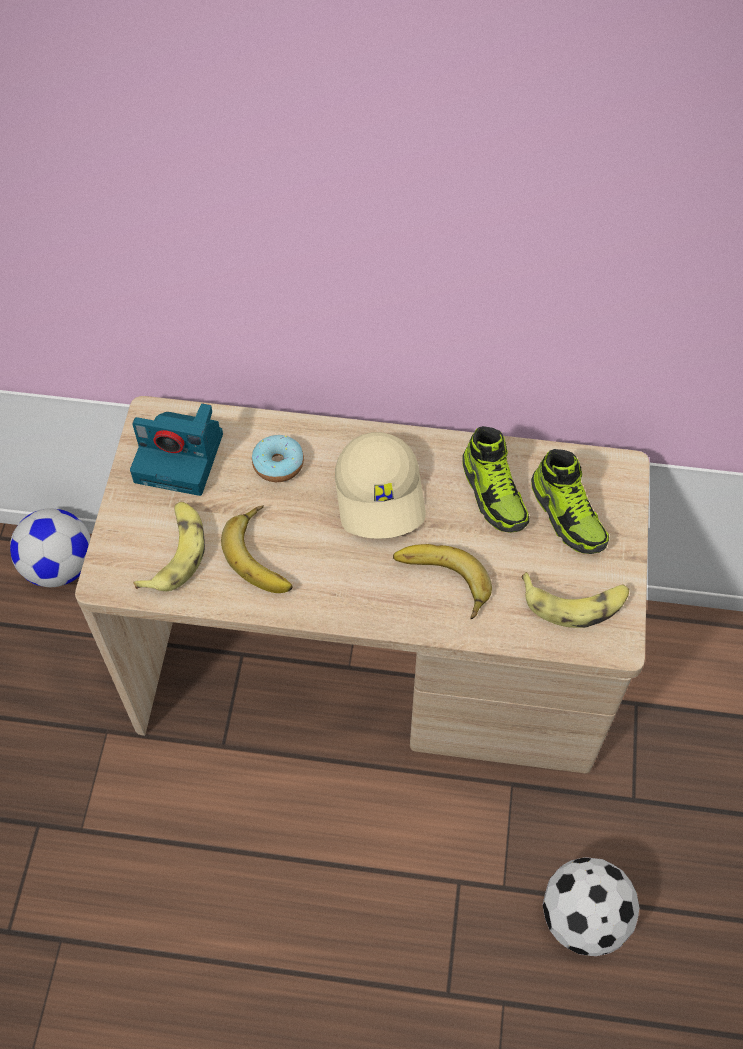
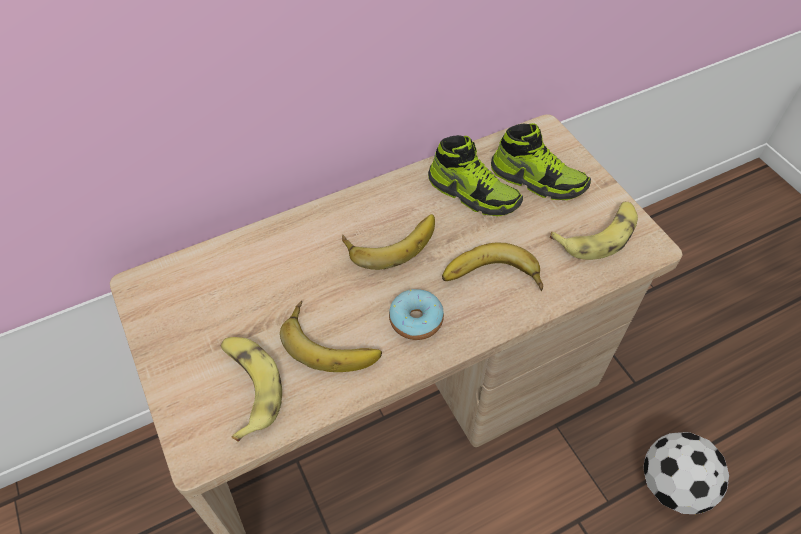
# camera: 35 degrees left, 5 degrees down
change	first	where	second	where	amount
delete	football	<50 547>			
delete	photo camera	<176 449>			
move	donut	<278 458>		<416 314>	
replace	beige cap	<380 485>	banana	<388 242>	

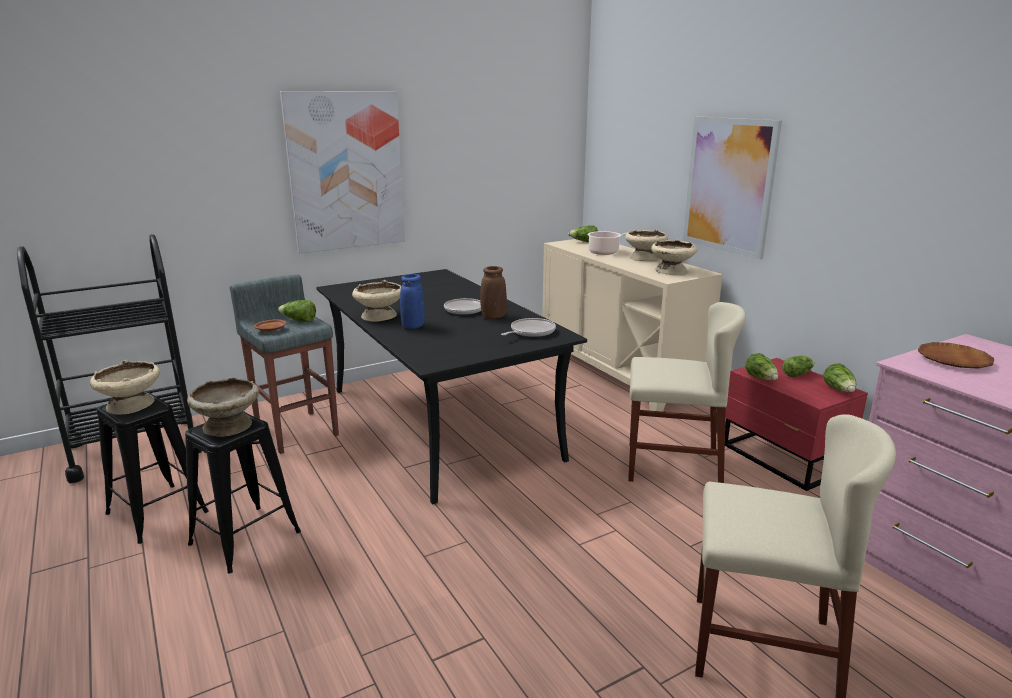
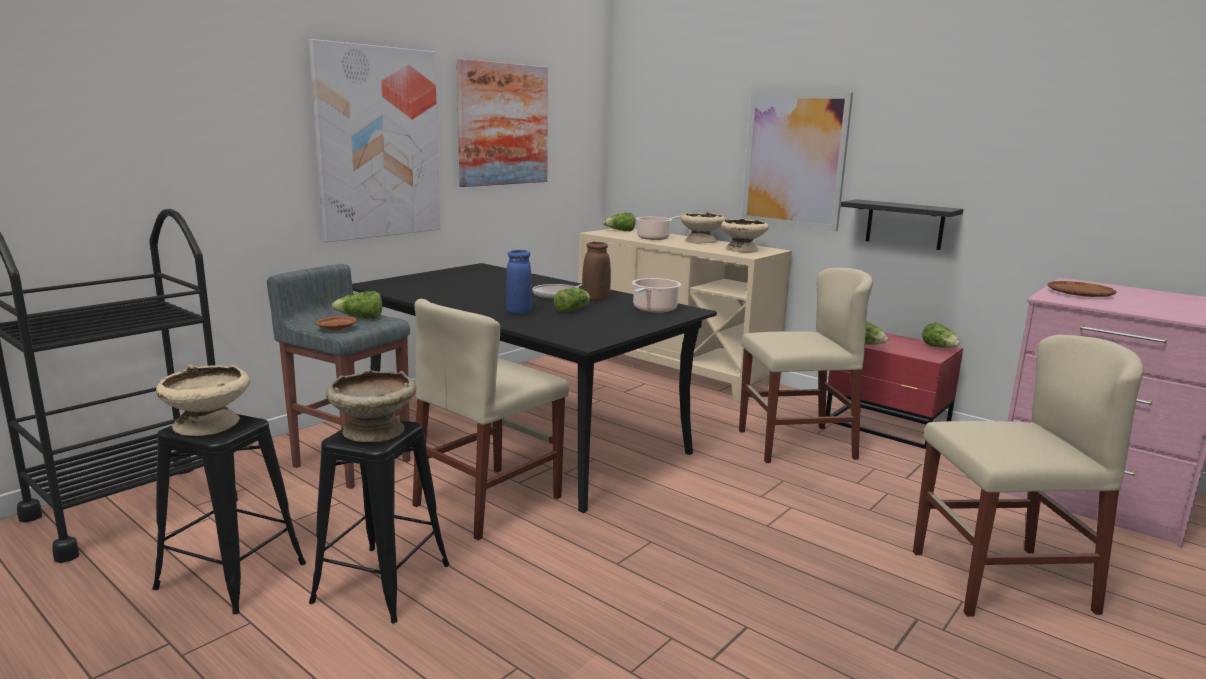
# camera: 20 degrees left, 5 degrees down
change	first	where	second	where	amount
delete	beige bowl	<376 301>			
replace	frying pan	<528 327>	cooking pot	<656 295>	
move	lettuce	<798 366>		<572 300>	
insert			beige chair	<491 419>	
insert			picture	<502 123>	
insert			black shelf	<902 224>	

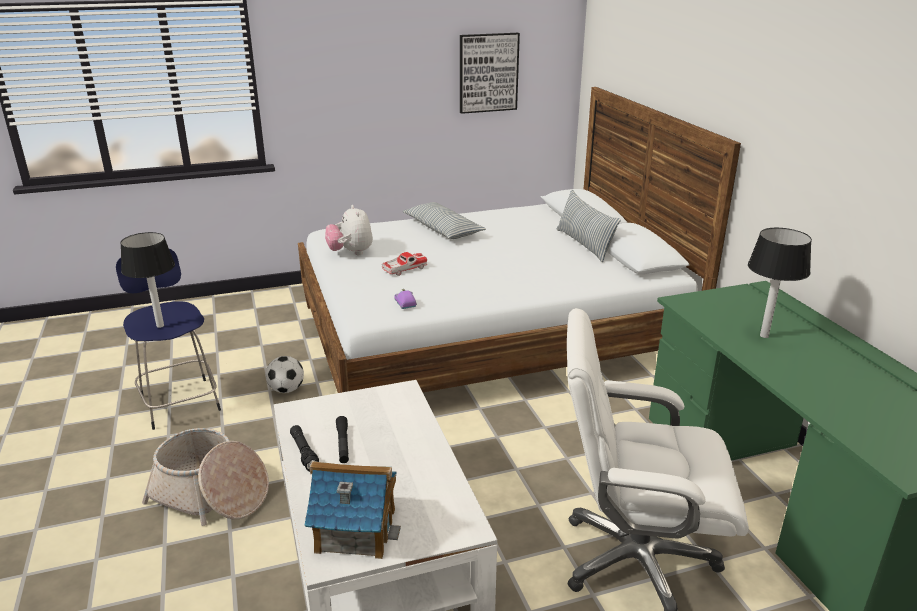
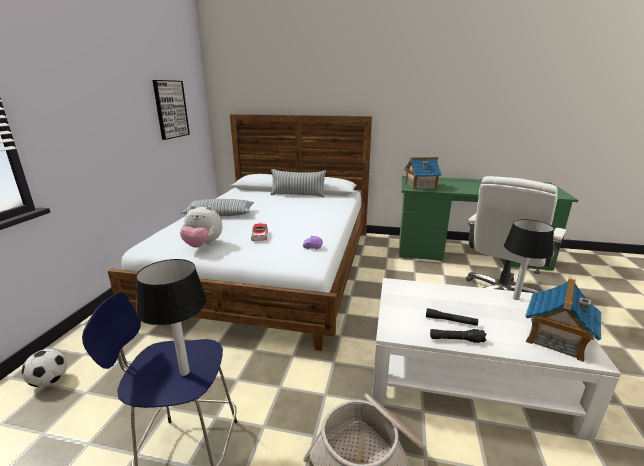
# camera: 60 degrees left, 5 degrees down
change	first	where	second	where	amount
move	football	<285 374>		<44 368>	
move	table lamp	<780 283>		<529 259>	
insert			toy house	<422 173>	

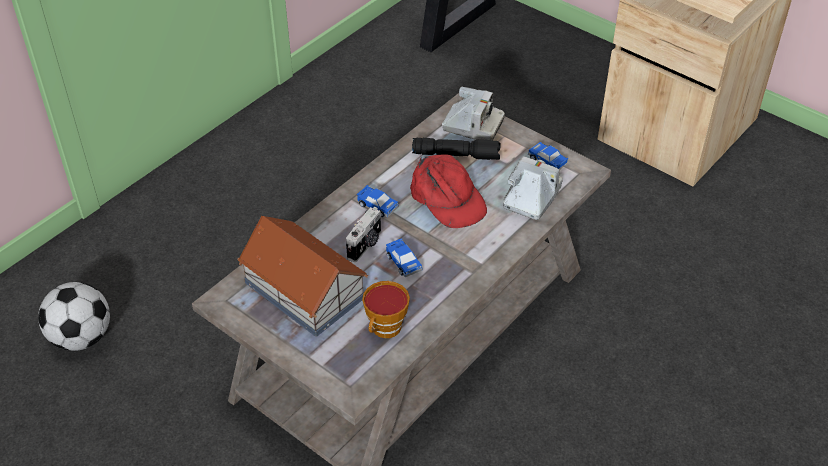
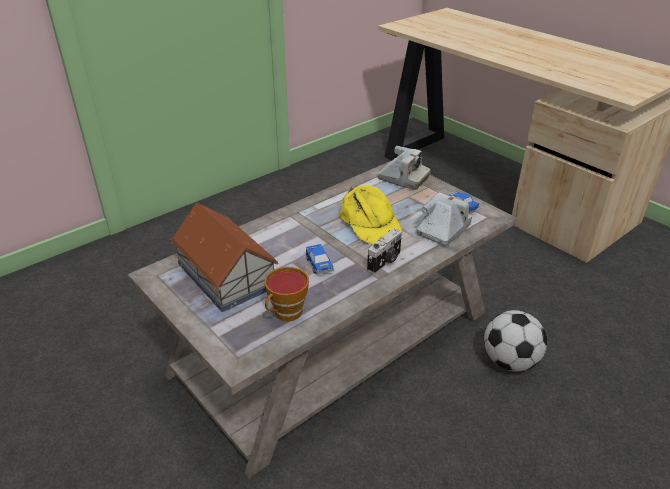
# camera: 10 degrees right, 10 degrees down
change	first	where	second	where	amount
move	football	<74 316>		<515 341>	
move	photo camera	<363 234>		<384 251>	
delete	toy car	<378 201>			
recolor	red cap	<448 191>	yellow cap	<371 215>	
delete	black flashlight	<456 149>			

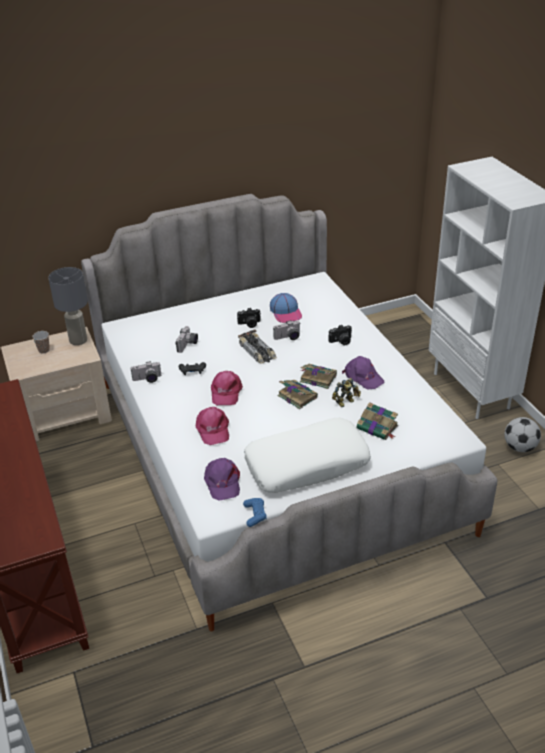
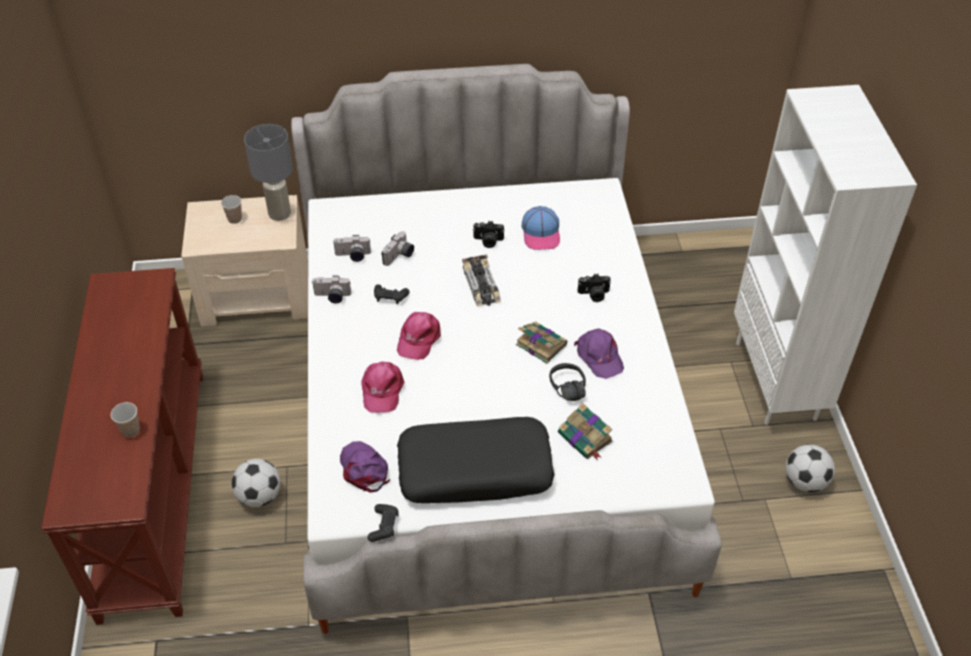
# camera: 15 degrees right, 10 degrees up
change	first	where	second	where	amount
rotate	purple cap	<222 479>		<365 467>	150 degrees clockwise
recolor	blue game controller	<255 512>	black game controller	<383 523>	
recolor	white pillow	<307 455>	black pillow	<475 460>	
move	photo camera	<287 330>		<352 248>	
delete	book	<298 394>			
replace	toy robot	<346 392>	black headphones	<567 382>	
insert			cup	<125 420>	
insert			football	<256 483>	

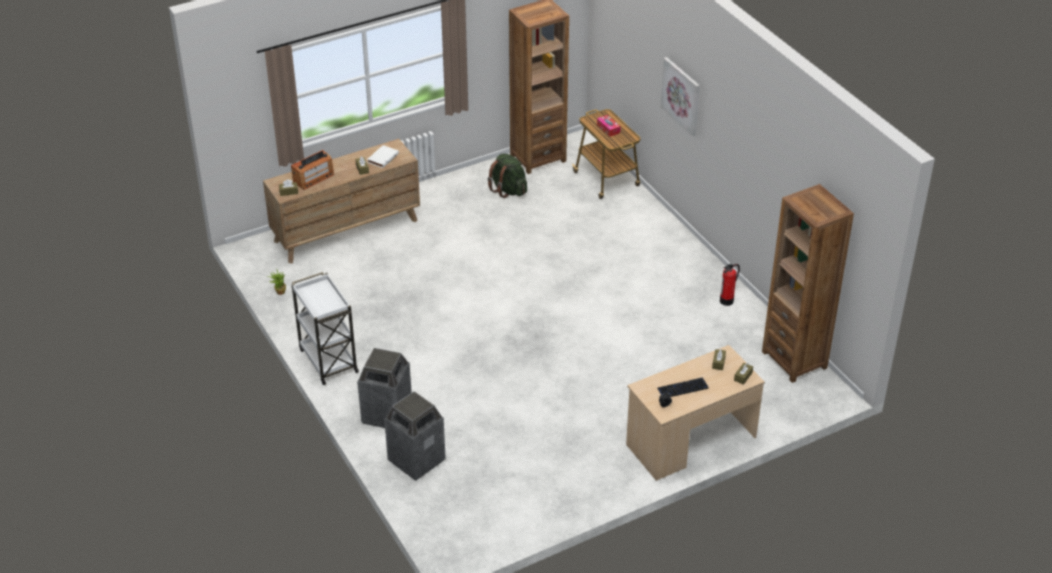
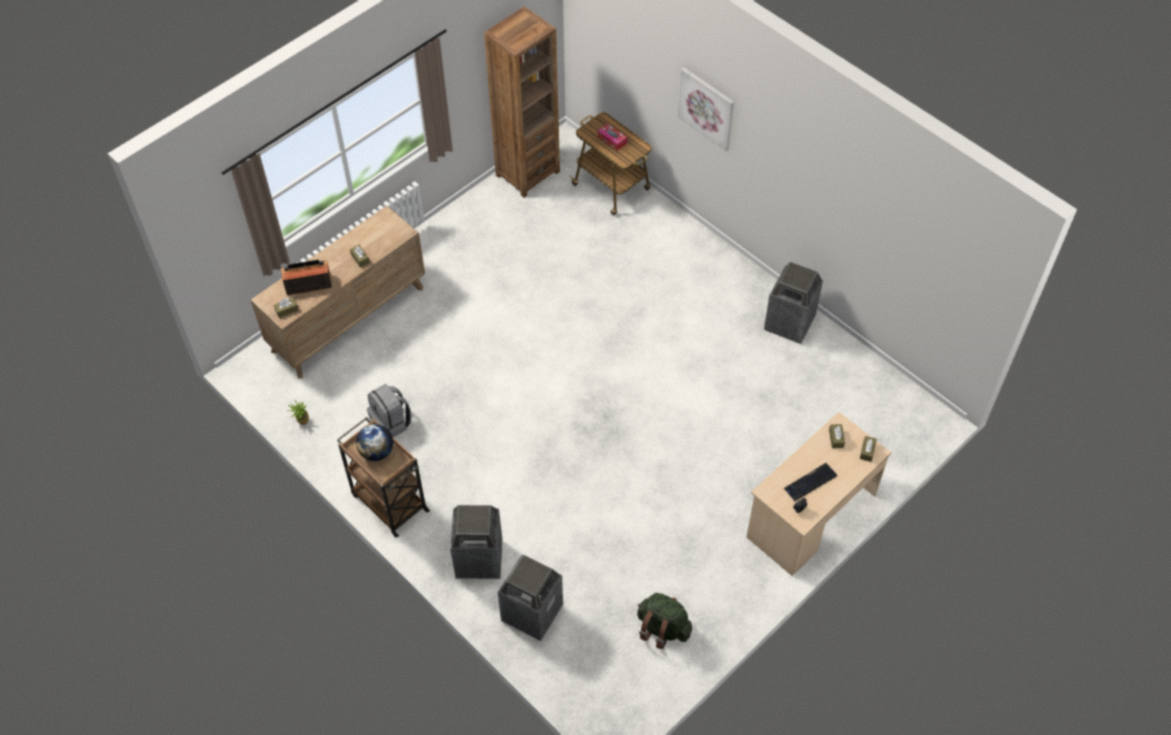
# camera: 15 degrees left, 15 degrees up
change	first	where	second	where	amount
rotate	radio	<312 170>		<306 277>	135 degrees counterclockwise
recolor	white cart	<325 328>	brown cart	<383 477>	
delete	white book	<383 156>			
move	green backpack	<507 175>		<664 621>	
replace	fire extinguisher	<730 285>	trash can	<793 303>	
delete	brown bookcase	<808 283>			
insert			globe	<374 442>	
insert			grey backpack	<389 410>	

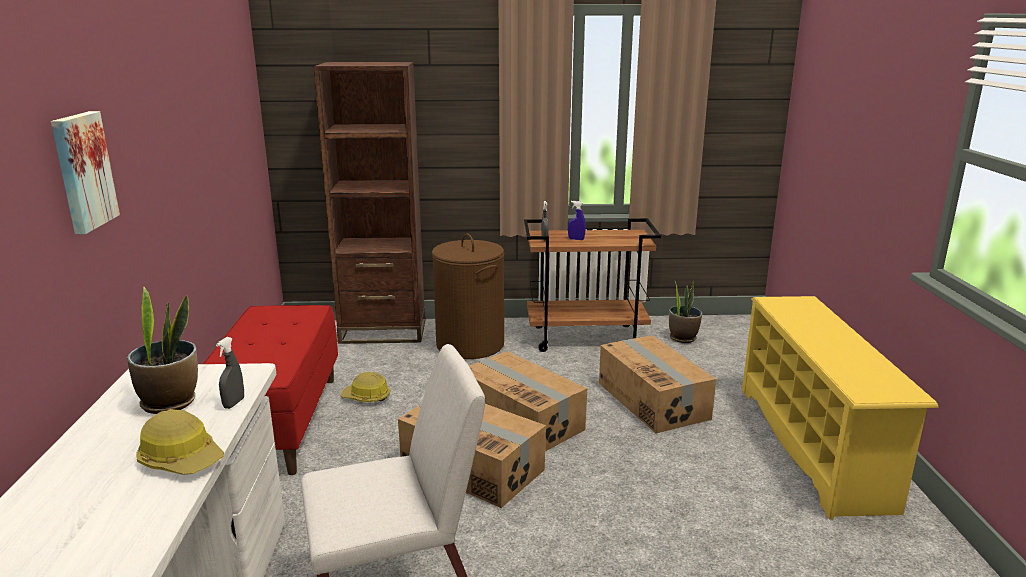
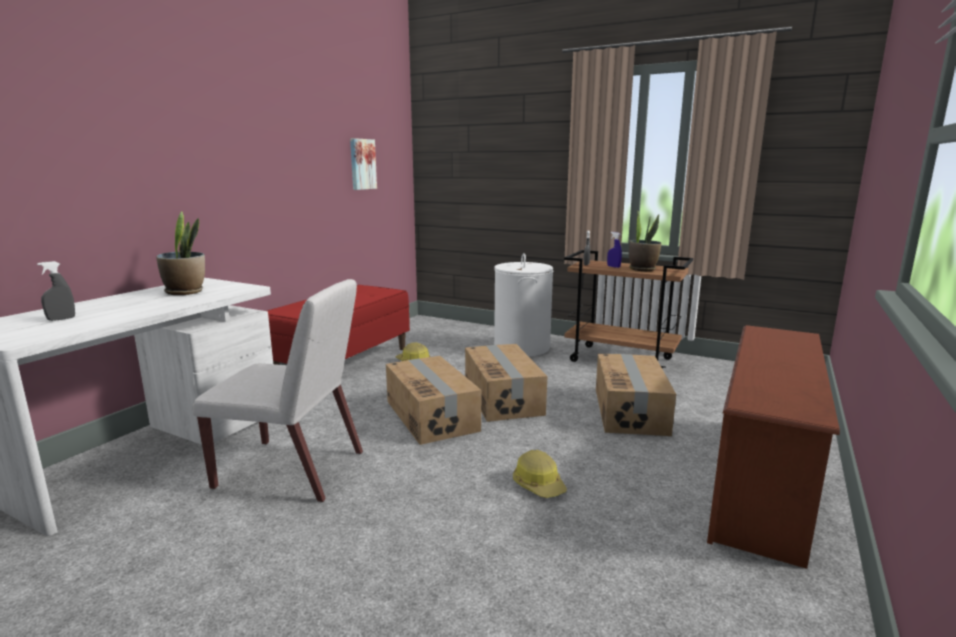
# camera: 30 degrees right, 5 degrees down
change	first	where	second	where	amount
move	picture	<85 172>		<363 164>	
move	hard hat	<180 442>		<540 474>	
move	grey spray bottle	<230 373>		<56 291>	
delete	brown bookcase	<369 203>			
recolor	brown laundry basket	<468 296>	white laundry basket	<523 304>	
move	potted plant	<685 312>		<645 240>	
recolor	yellow shoe rack	<840 408>	brown shoe rack	<773 447>	

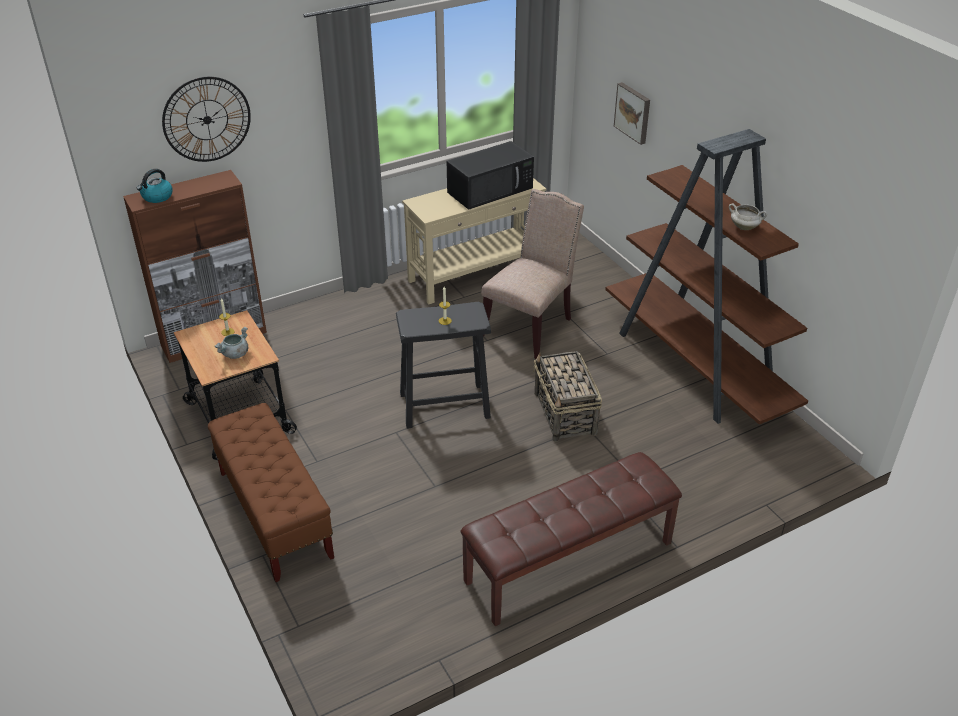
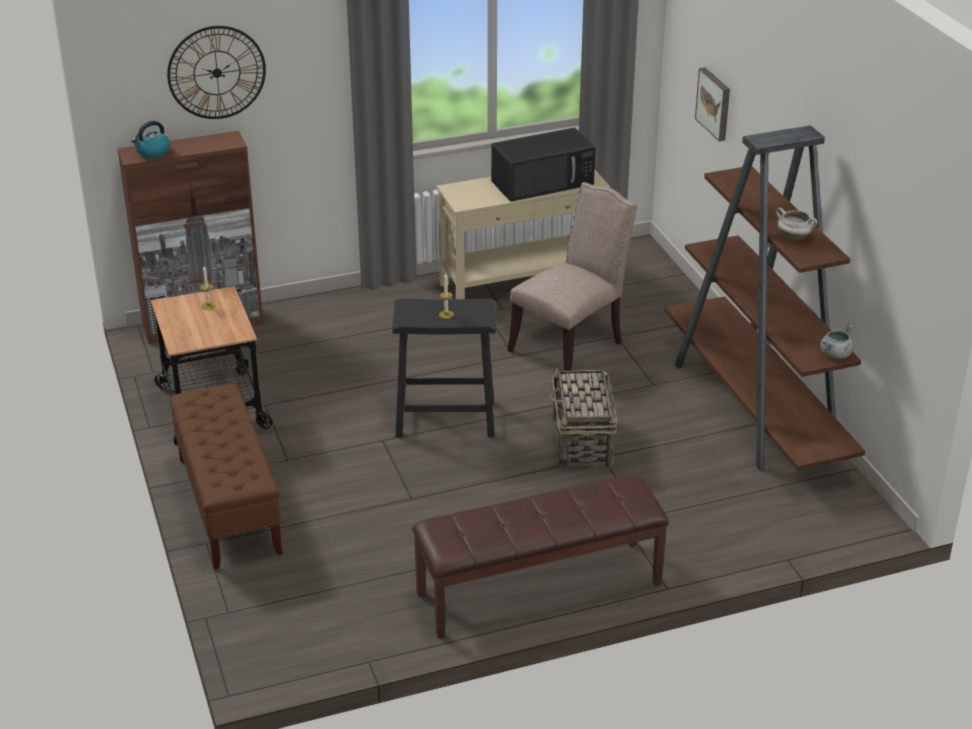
# camera: 10 degrees right, 5 degrees down
change	first	where	second	where	amount
move	grey cooking pot	<231 343>		<836 341>	

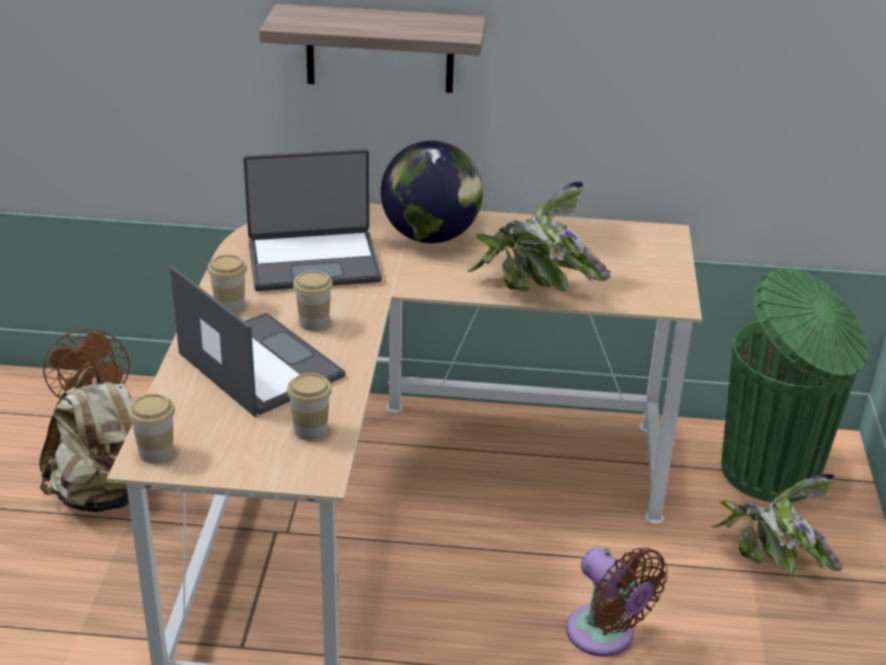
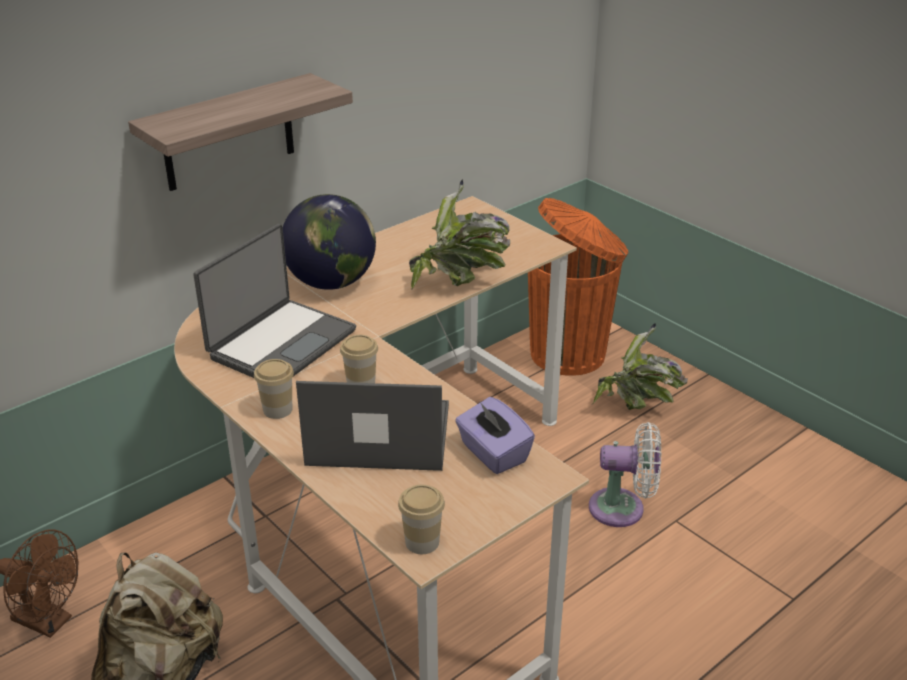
# camera: 45 degrees left, 0 degrees up
change	first	where	second	where	amount
replace	cup	<309 407>	purple tissue box	<495 435>	
recolor	brown fan	<617 602>	white fan	<625 474>	
recolor	green trash can	<795 384>	orange trash can	<578 287>	

